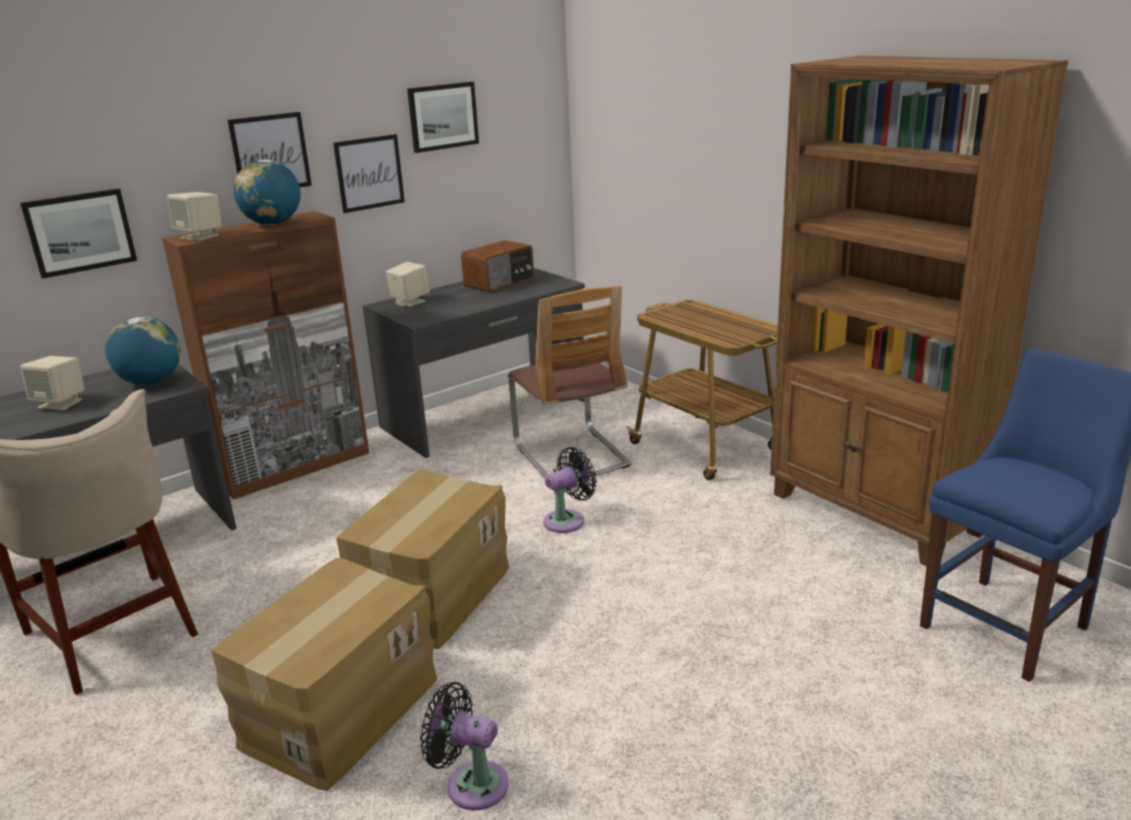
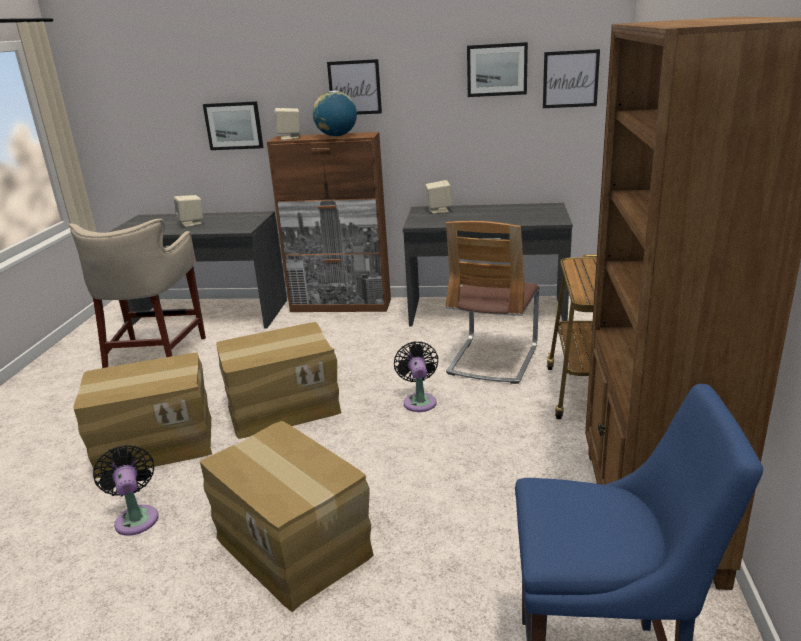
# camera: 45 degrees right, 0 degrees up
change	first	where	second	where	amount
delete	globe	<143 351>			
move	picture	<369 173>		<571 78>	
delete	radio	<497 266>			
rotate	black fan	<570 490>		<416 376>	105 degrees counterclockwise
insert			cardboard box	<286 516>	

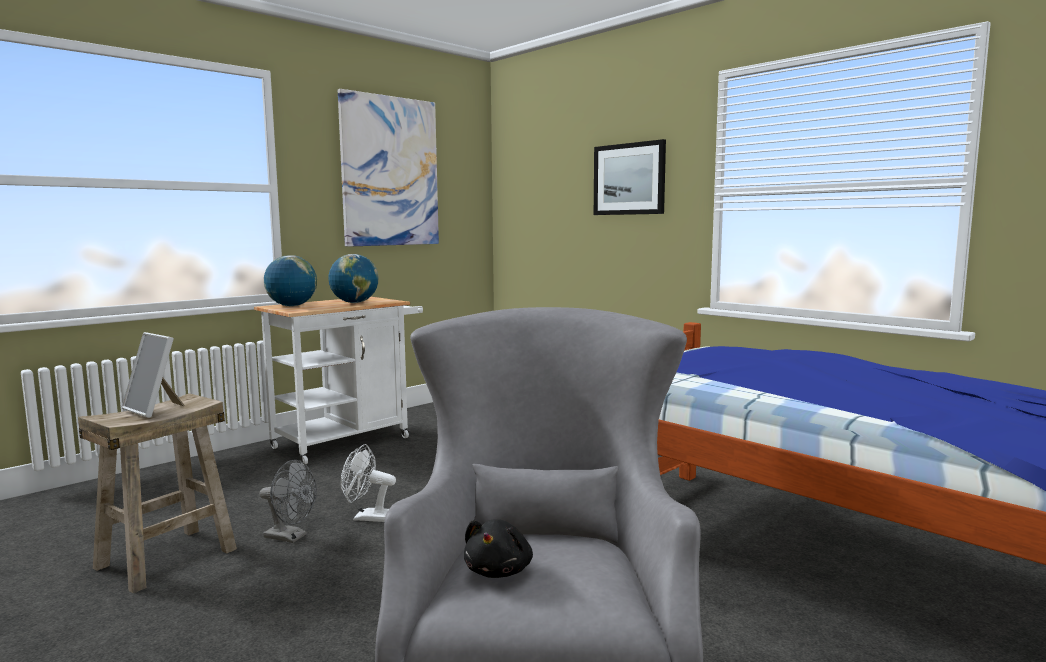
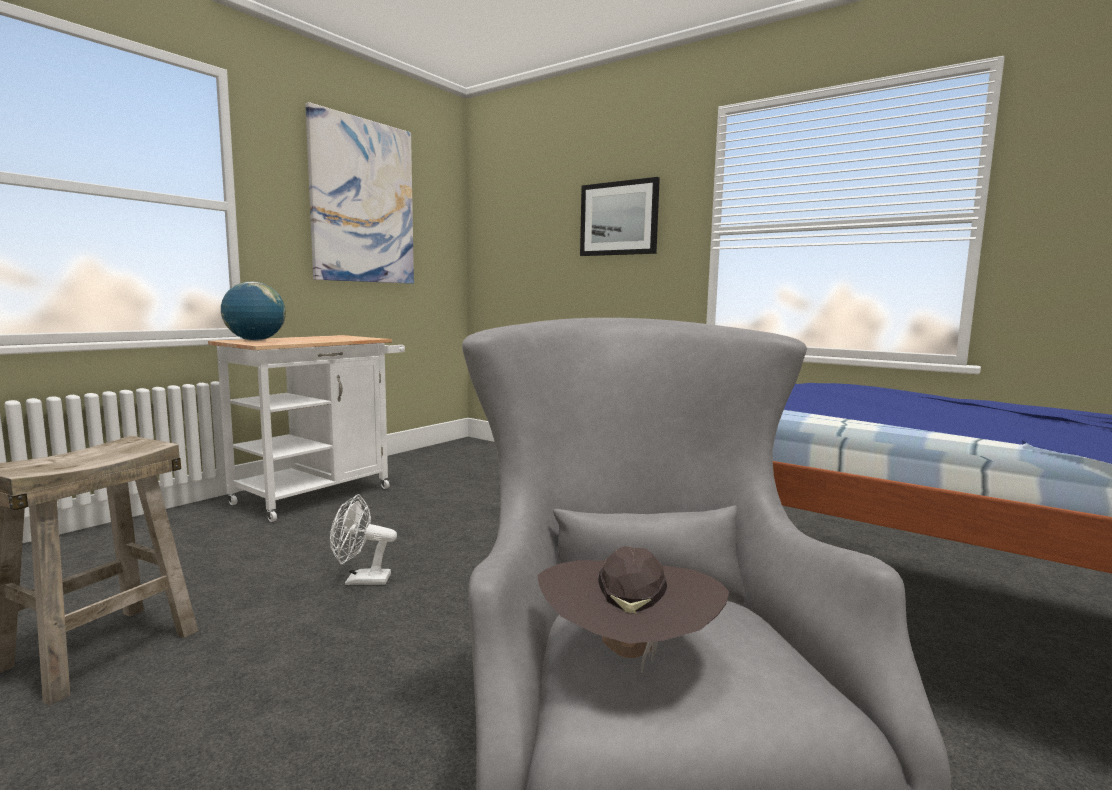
# camera: 10 degrees left, 0 degrees up
change	first	where	second	where	amount
delete	picture frame	<153 375>			
delete	grey fan	<288 501>			
delete	globe	<353 278>			
replace	black plush toy	<498 548>	brown hat	<633 609>	

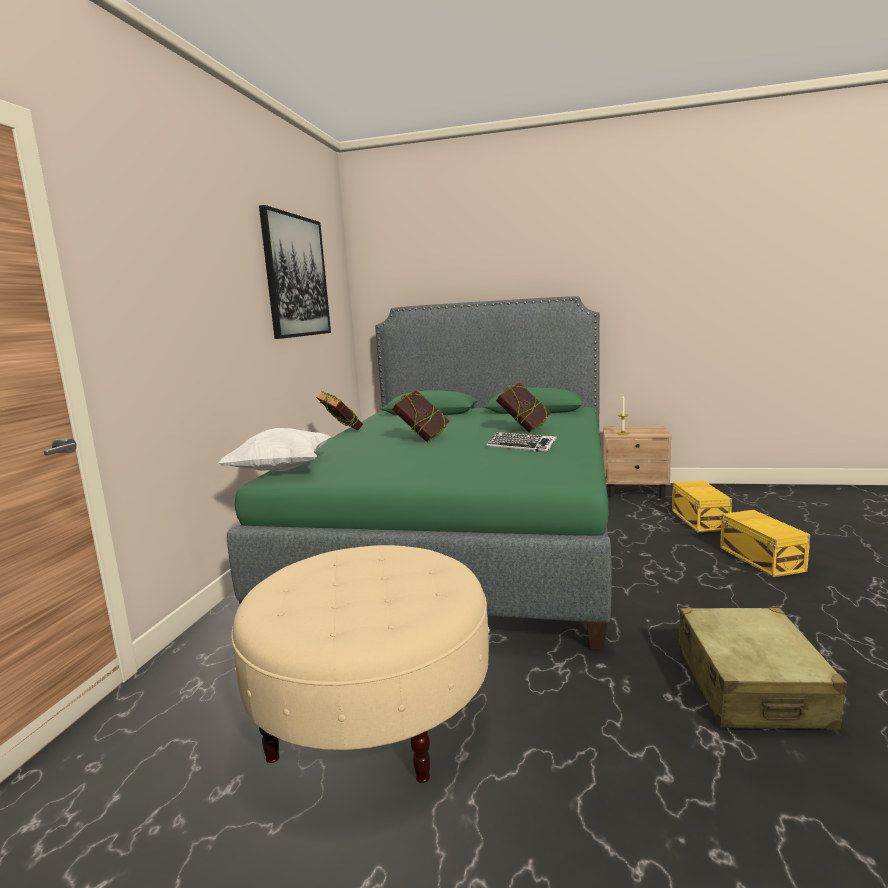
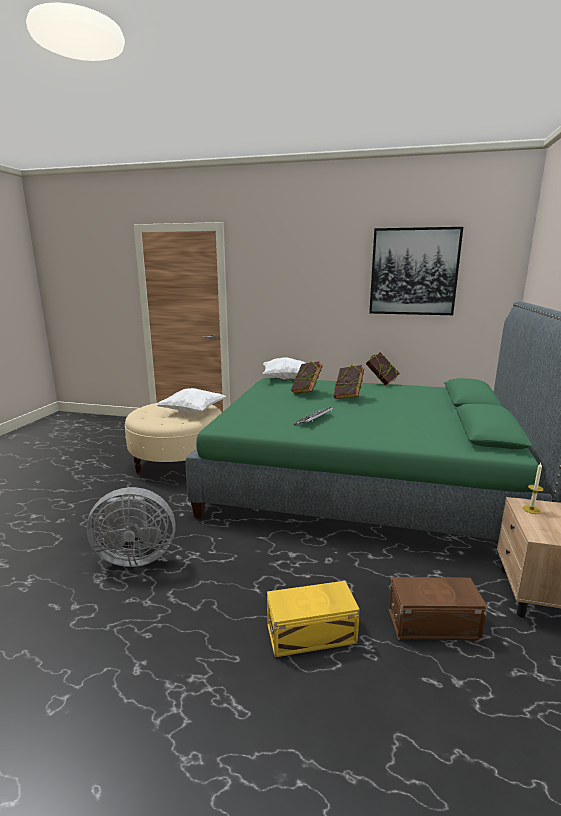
# camera: 90 degrees right, 5 degrees up
change	first	where	second	where	amount
move	book	<523 407>		<307 377>	
recolor	yellow storage box	<702 506>	brown storage box	<438 609>	
replace	beige suitcase	<762 669>	grey fan	<131 527>	
insert			white pillow	<191 400>	

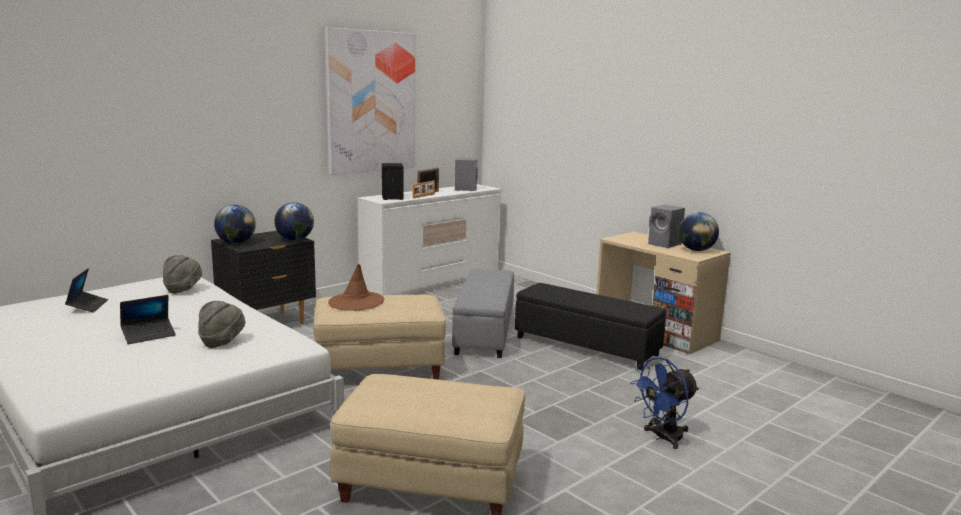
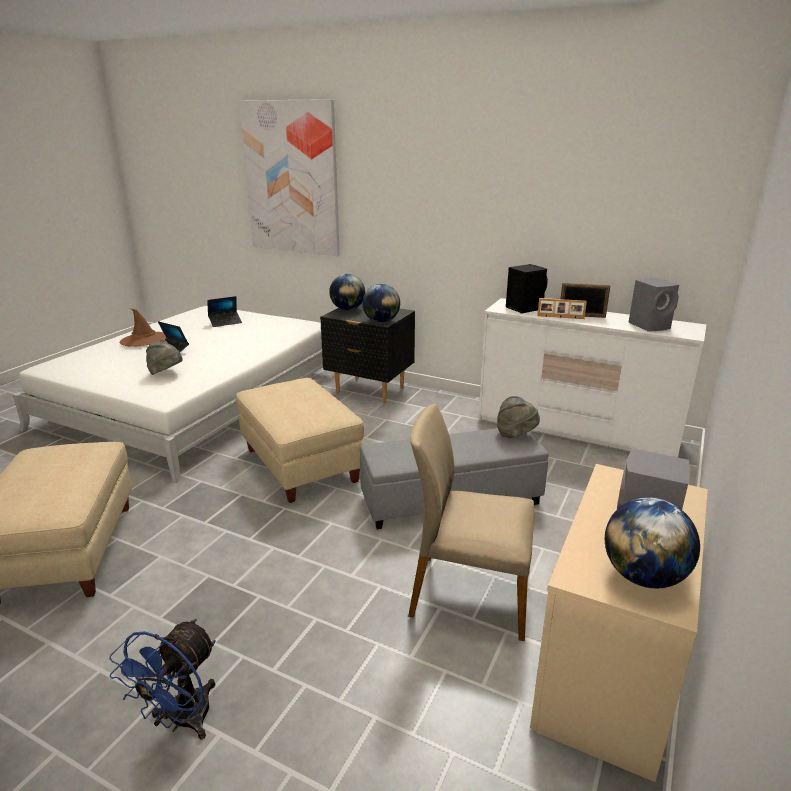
# camera: 70 degrees right, 10 degrees up
change	first	where	second	where	amount
move	grey hat	<182 274>		<518 417>	
move	picture	<370 101>		<289 177>	
move	brown hat	<356 287>		<143 327>	
replace	black ottoman	<590 326>	beige chair	<471 522>	
rotate	blue fan	<664 403>		<162 679>	105 degrees counterclockwise

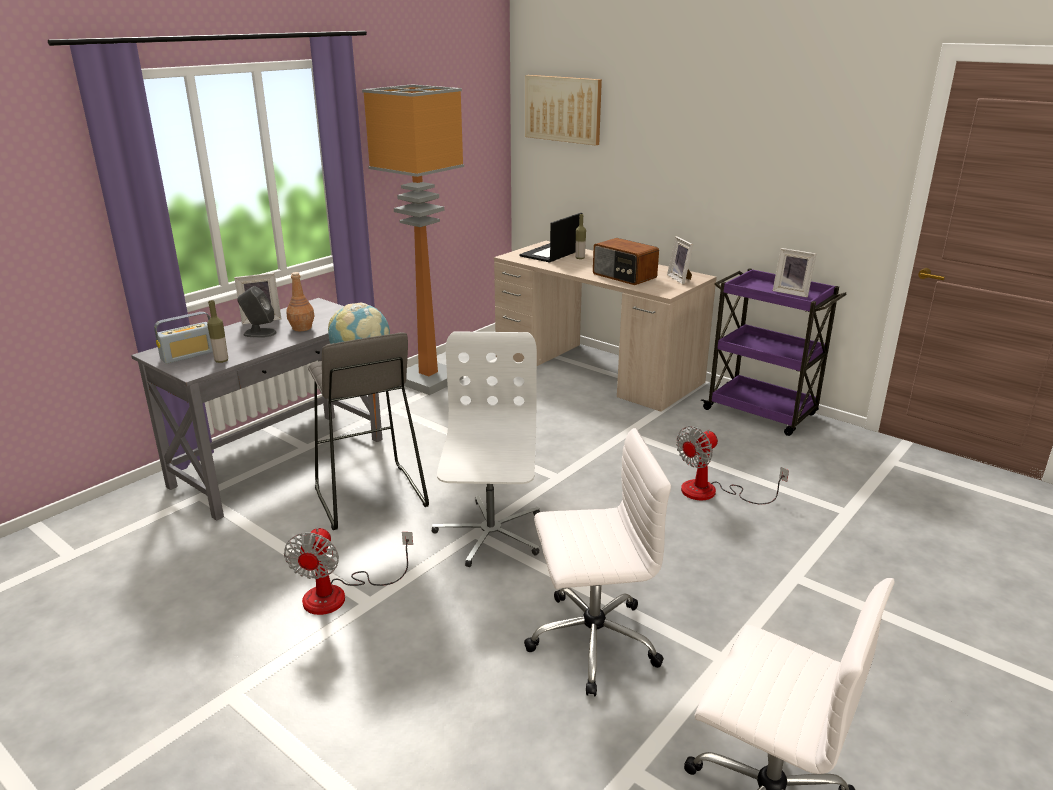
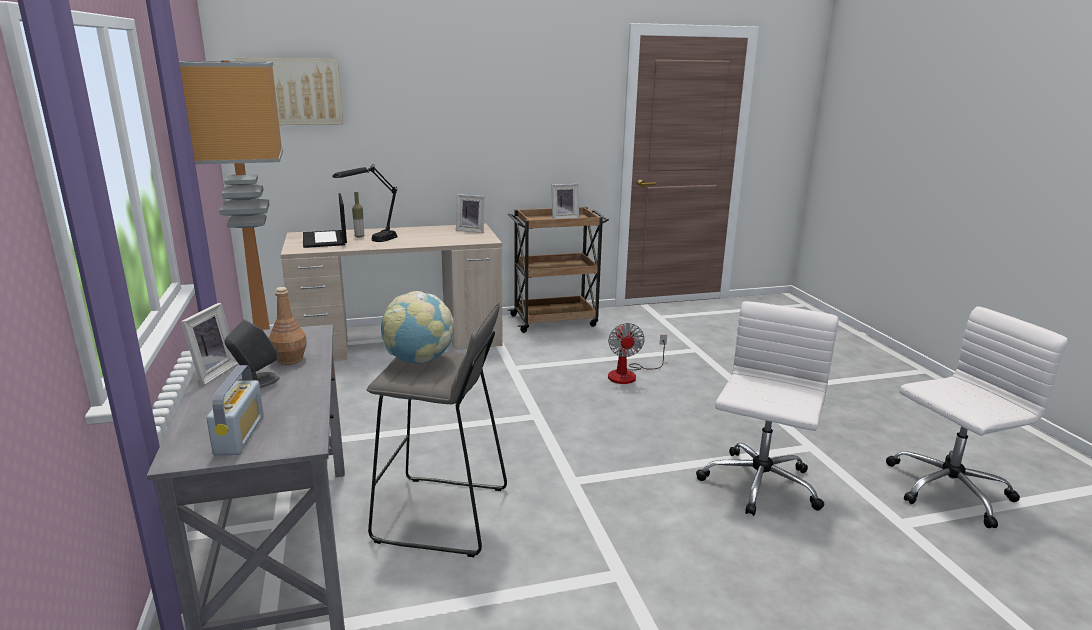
# camera: 55 degrees left, 5 degrees down
change	first	where	second	where	amount
delete	bottle	<217 331>			
delete	fan	<348 571>			
delete	white office chair	<486 449>			
delete	radio	<626 261>			
recolor	purple cart	<774 352>	brown cart	<558 270>	
insert			black table lamp	<364 203>	

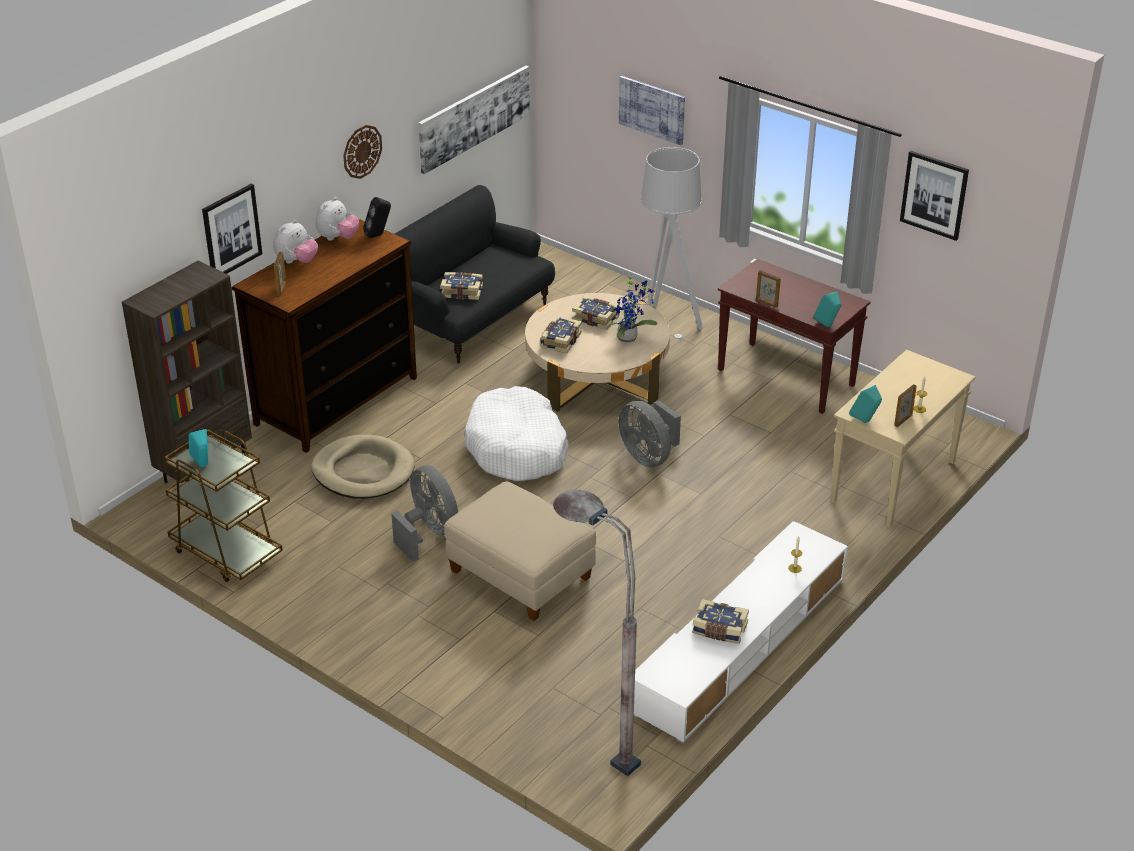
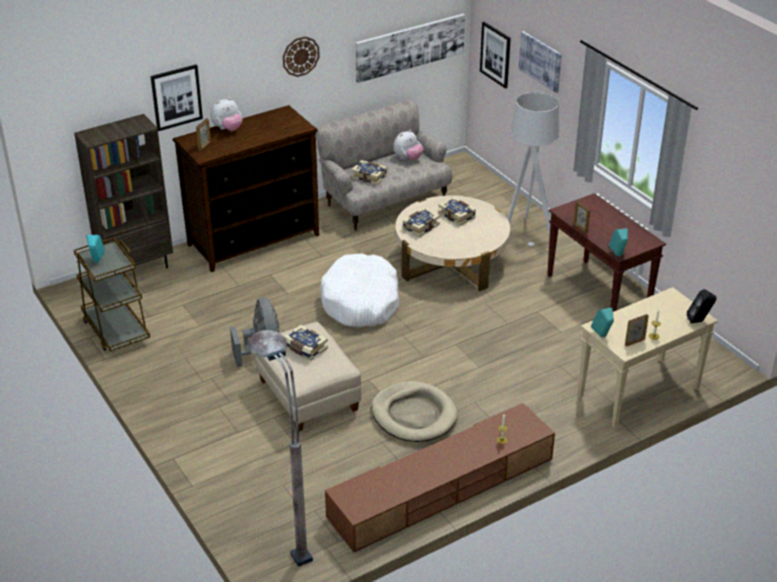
# camera: 20 degrees right, 0 degrees up
change	first	where	second	where	amount
move	beige dog bed	<363 467>		<414 411>	
move	plush toy	<337 219>		<408 145>	
move	black speaker	<377 217>		<702 306>	
recolor	black sofa	<475 274>	beige sofa	<384 165>	
delete	potted plant	<632 310>			
delete	grey fan	<649 433>			
recolor	white tv stand	<741 632>	brown tv stand	<440 478>	
move	book	<720 621>		<306 343>	
move	picture	<934 196>		<495 55>	

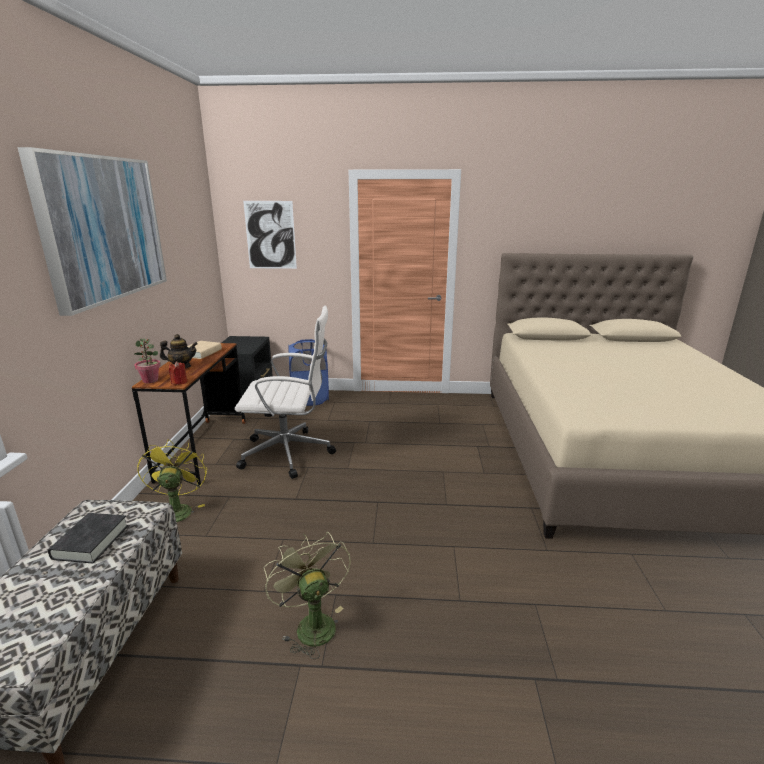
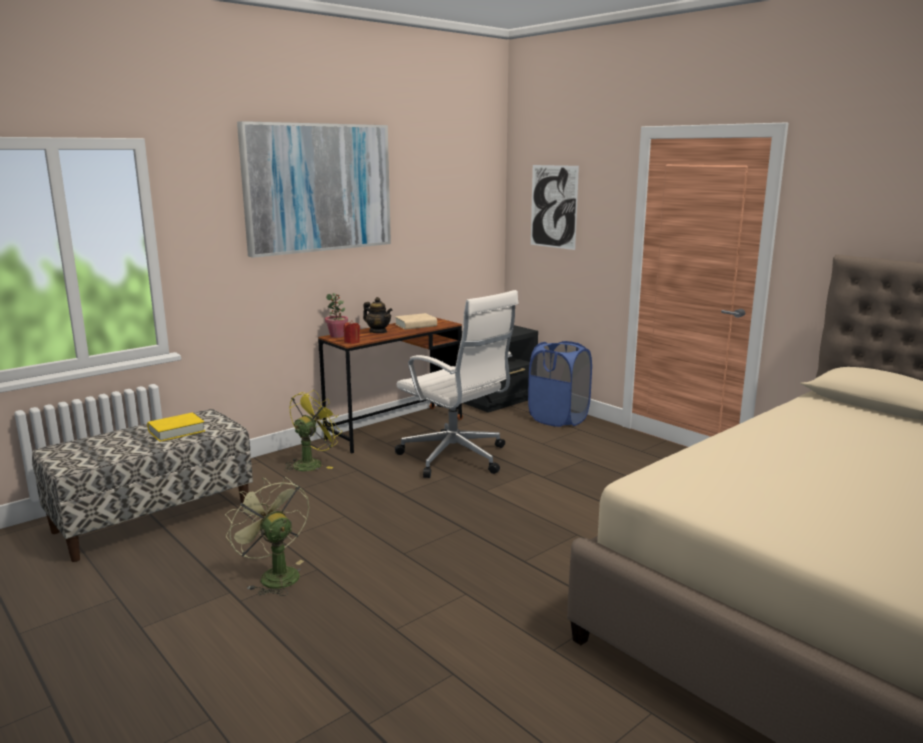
# camera: 45 degrees right, 5 degrees down
change	first	where	second	where	amount
recolor	black book	<88 538>	yellow book	<176 427>	
rotate	green fan	<307 595>		<267 536>	60 degrees counterclockwise

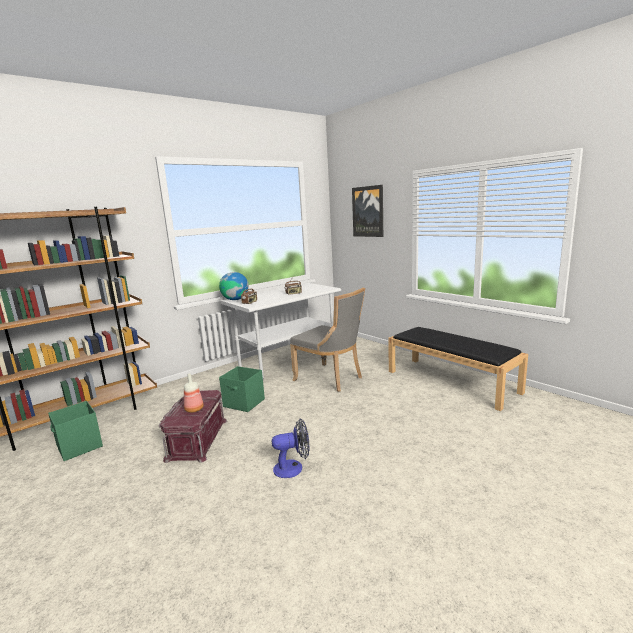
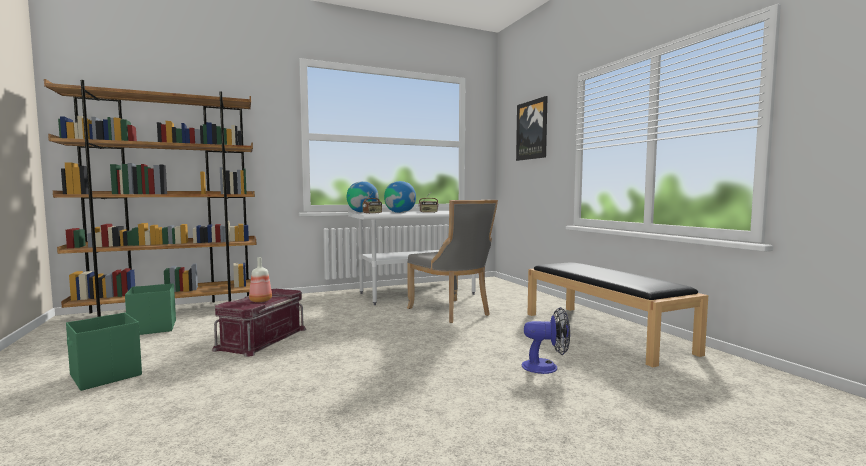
# camera: 15 degrees right, 10 degrees down
change	first	where	second	where	amount
move	green storage box	<242 389>		<104 352>	
move	fan	<291 448>		<546 340>	
insert			globe	<400 197>	

